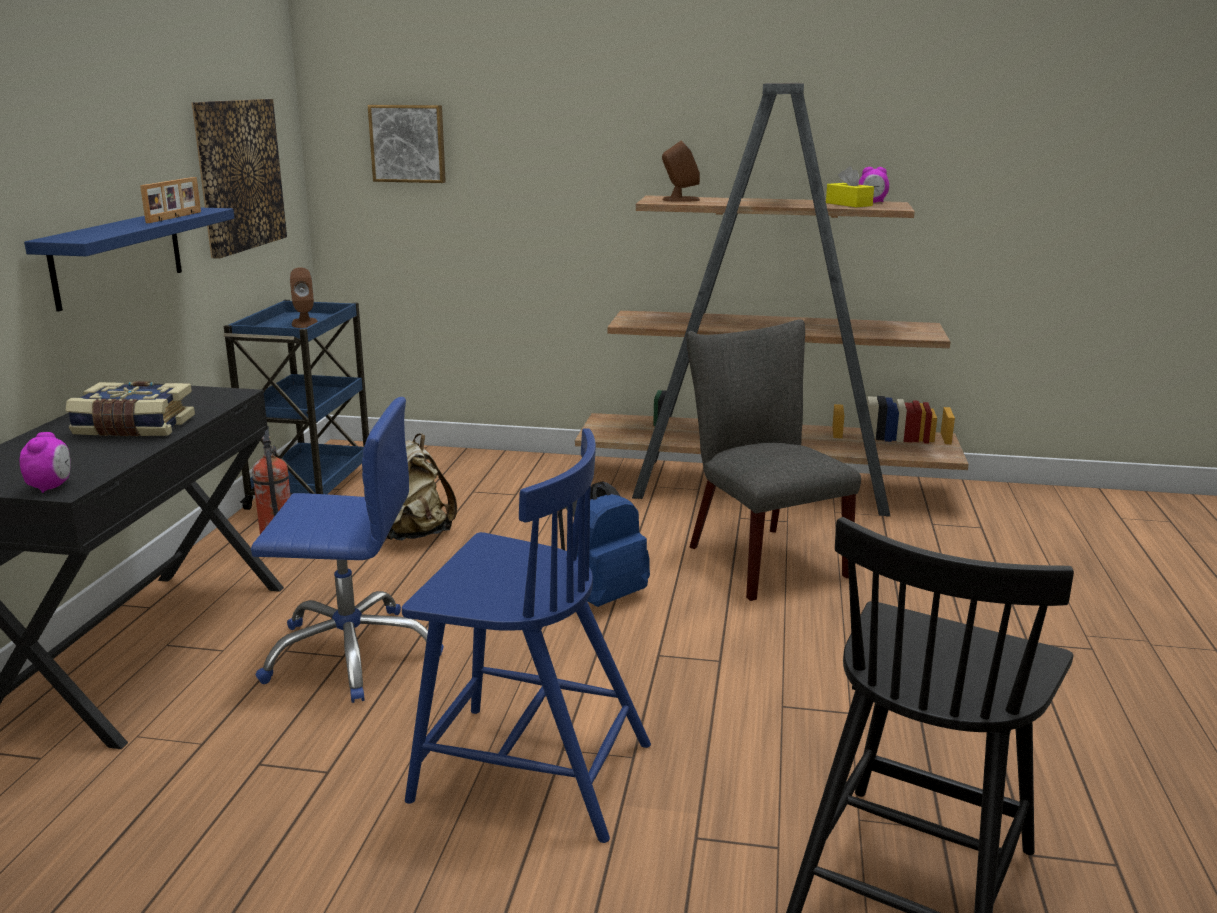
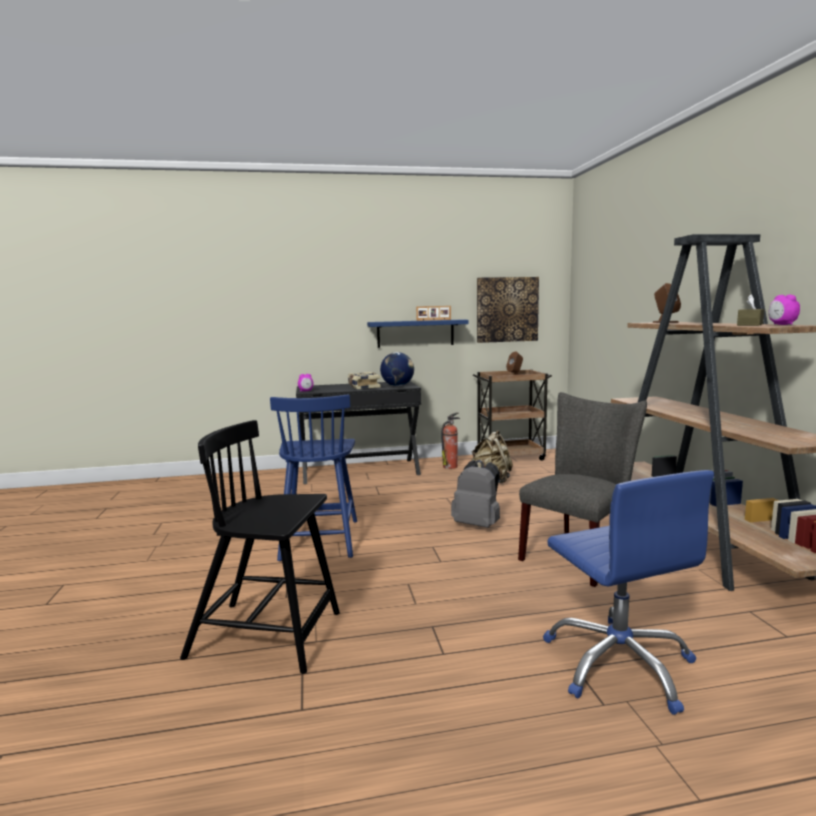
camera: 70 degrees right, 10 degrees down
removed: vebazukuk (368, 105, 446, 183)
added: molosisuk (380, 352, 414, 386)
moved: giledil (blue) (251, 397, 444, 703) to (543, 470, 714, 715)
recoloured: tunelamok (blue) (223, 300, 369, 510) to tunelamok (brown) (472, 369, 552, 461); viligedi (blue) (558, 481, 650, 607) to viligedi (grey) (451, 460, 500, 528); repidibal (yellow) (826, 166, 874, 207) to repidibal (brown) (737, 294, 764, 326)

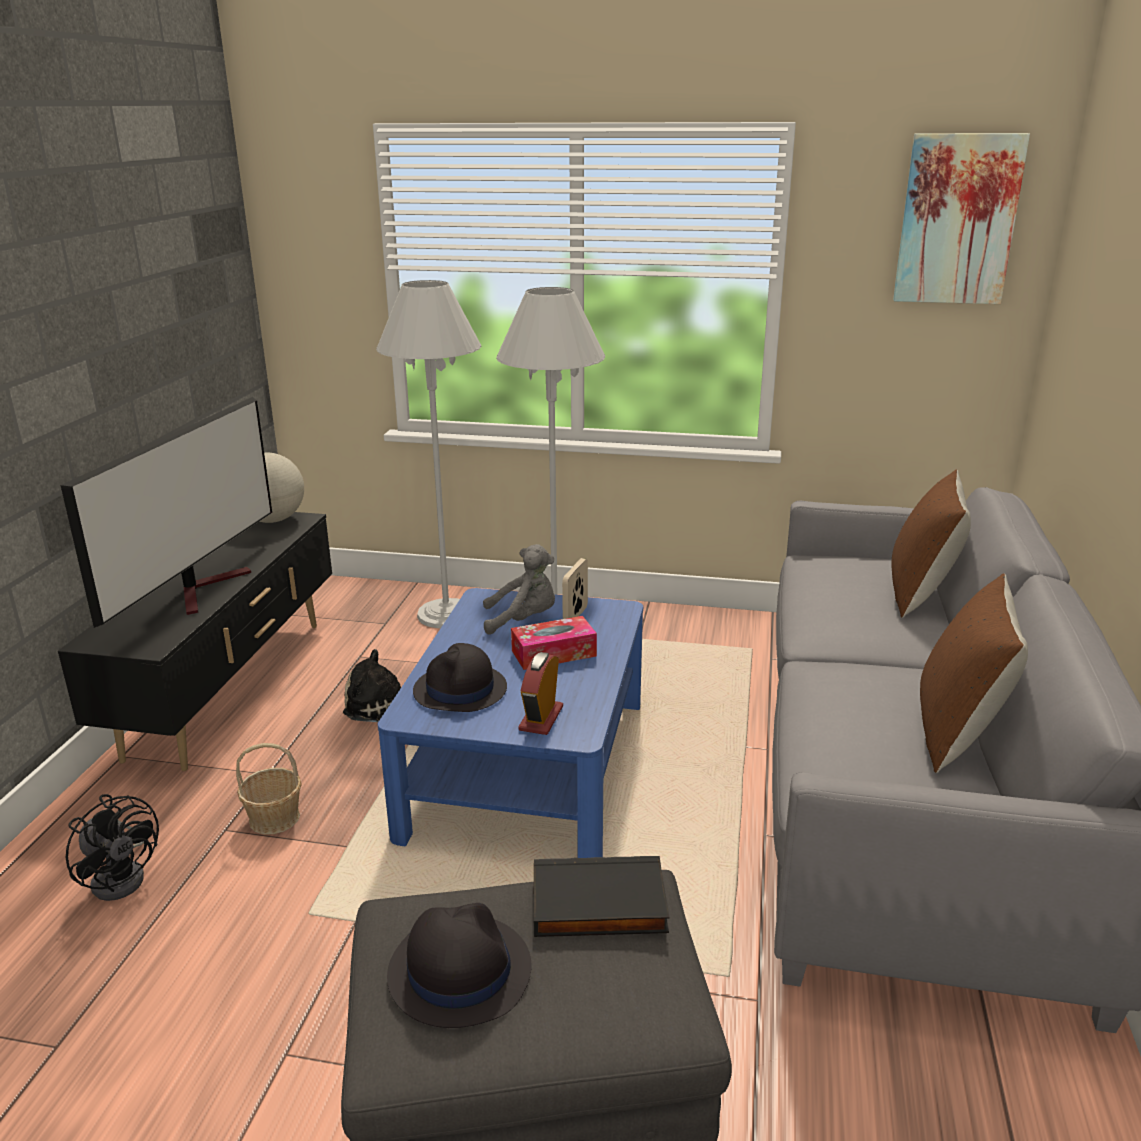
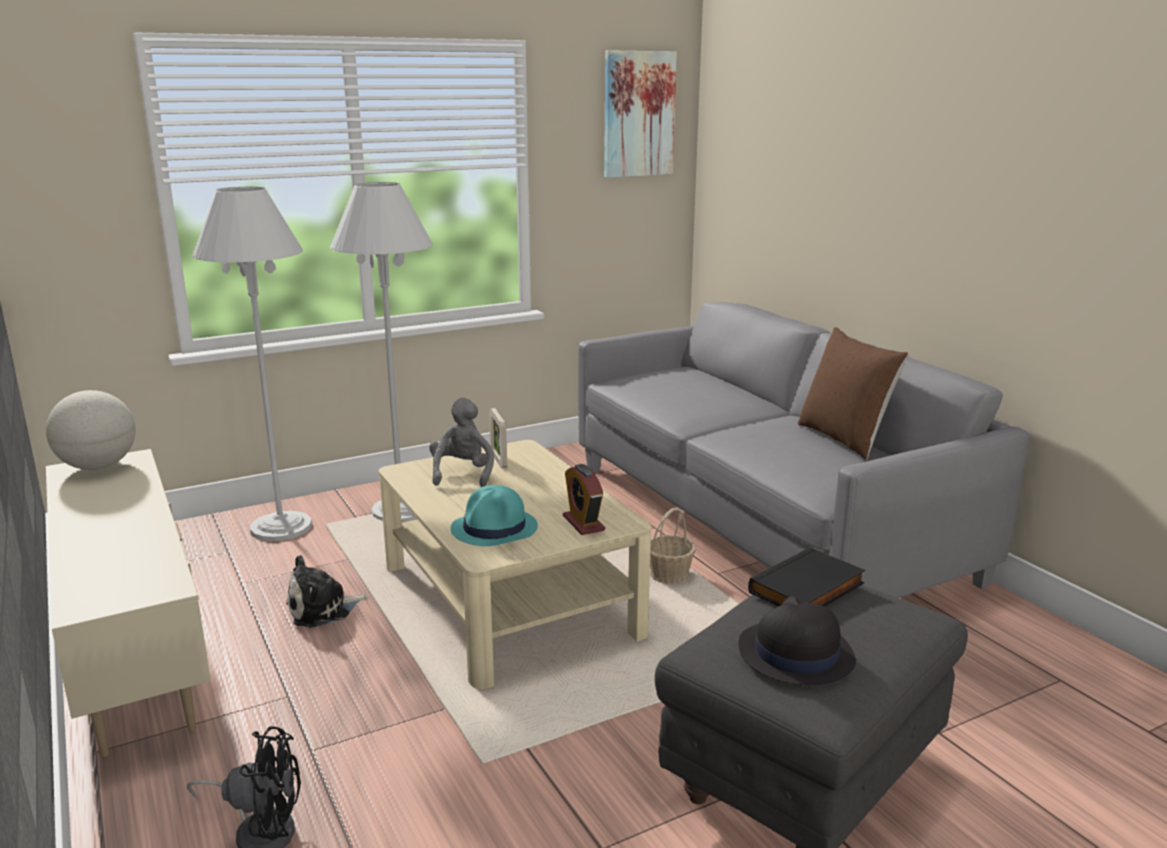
camera: 40 degrees left, 5 degrees down
removed: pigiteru (61, 397, 272, 628); repidibal (511, 616, 597, 670); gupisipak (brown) (891, 470, 971, 618)
moved: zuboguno (236, 743, 302, 835) to (650, 508, 695, 584)
recoloured: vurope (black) (58, 512, 332, 771) to vurope (beige) (46, 449, 211, 757); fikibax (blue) (378, 588, 643, 858) to fikibax (beige) (379, 440, 651, 689); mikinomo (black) (413, 643, 507, 712) to mikinomo (turquoise) (451, 485, 538, 546)
turned: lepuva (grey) (483, 544, 555, 635) = (429, 398, 494, 487) 45 degrees counterclockwise

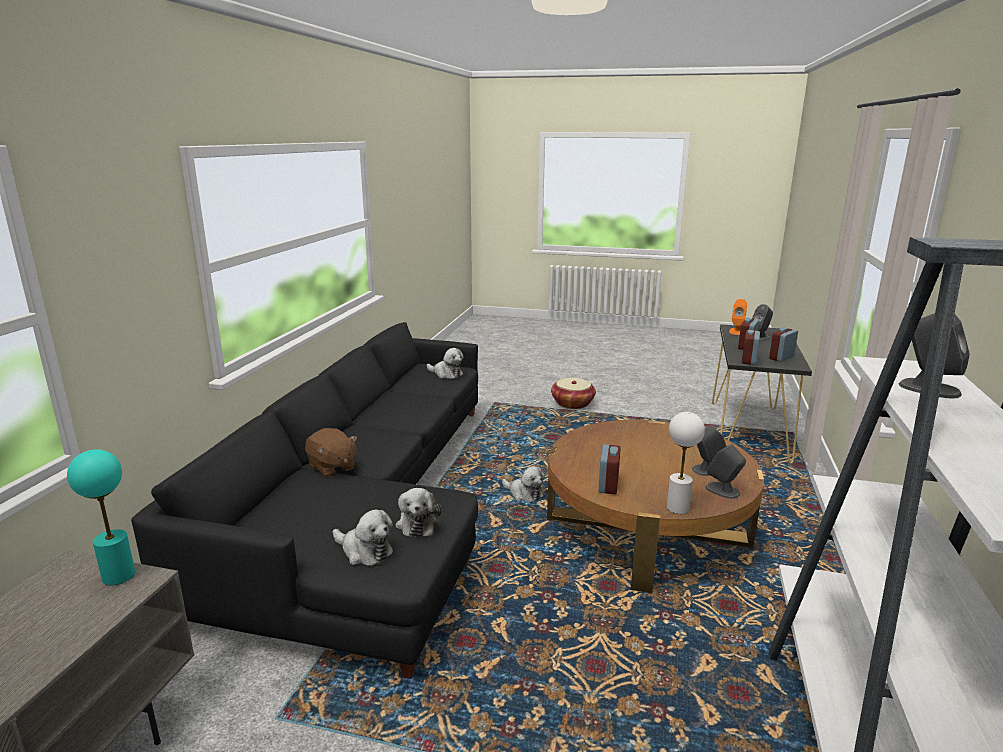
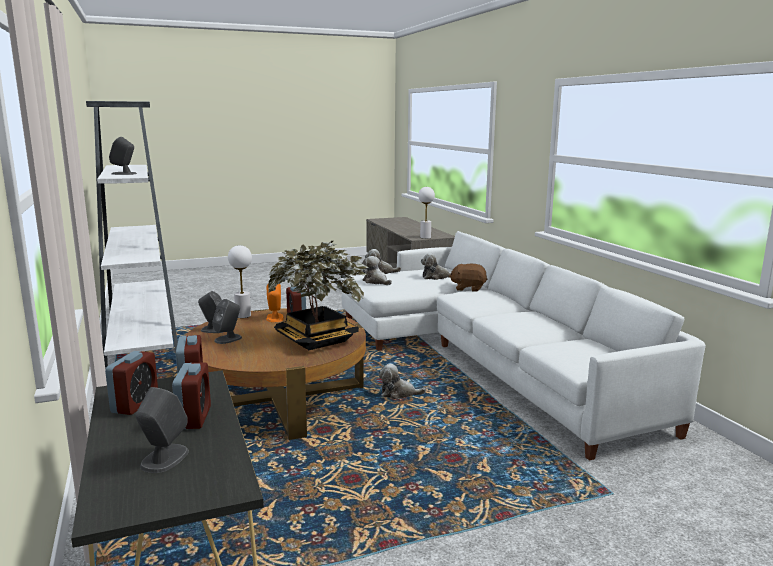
camera: 145 degrees right, 5 degrees down
removed: zuboguno (551, 378, 596, 409)
added: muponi (268, 241, 368, 350)
moved: lepuva (427, 348, 463, 379) to (421, 253, 451, 280); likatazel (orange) (729, 299, 747, 335) to (266, 283, 284, 322)
recoloured: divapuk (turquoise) (67, 450, 135, 585) to divapuk (white) (418, 187, 435, 239); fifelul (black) (131, 322, 478, 679) to fifelul (white) (340, 231, 706, 460)

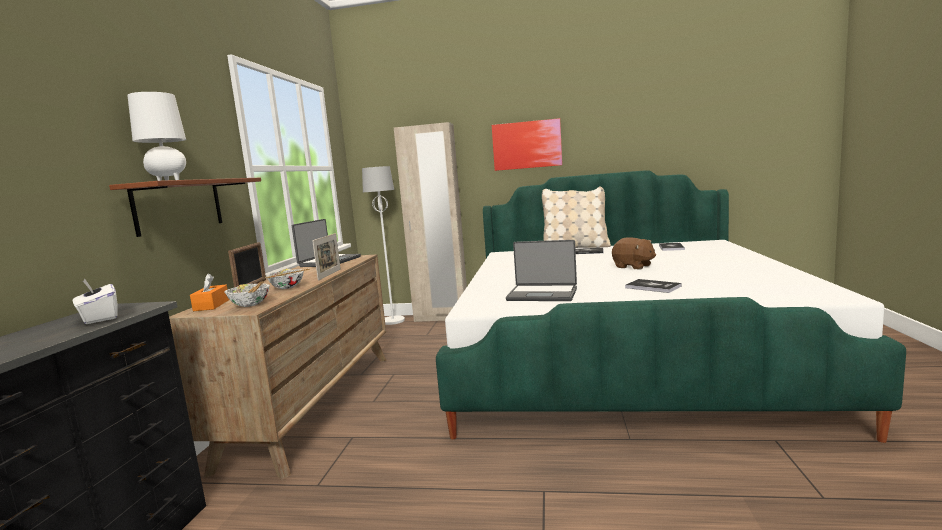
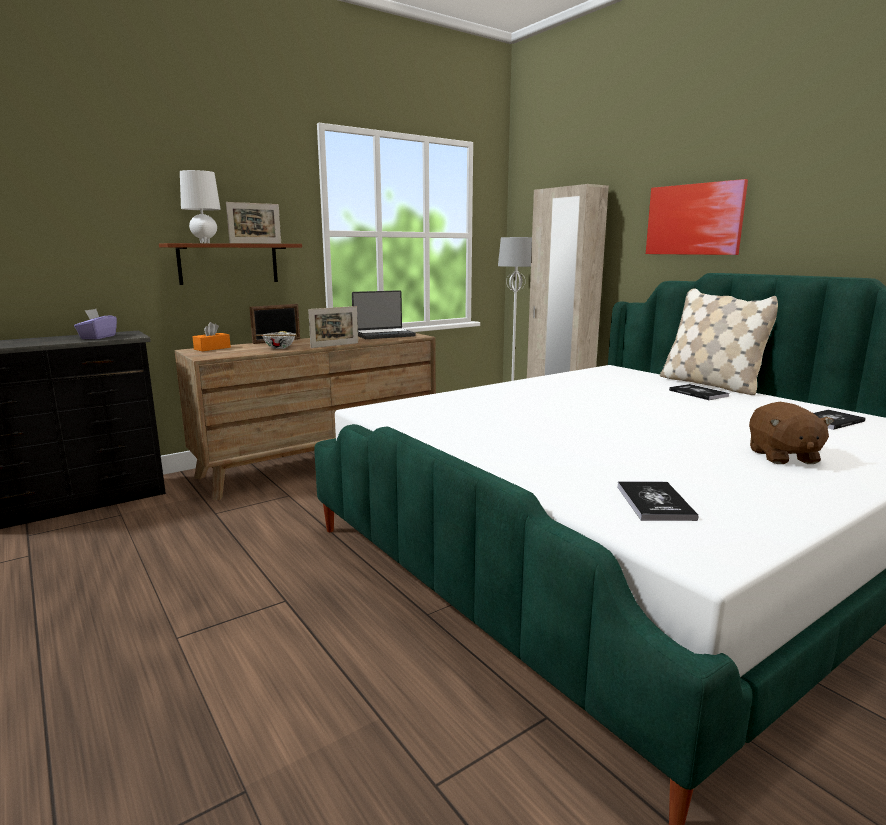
camera: 45 degrees right, 5 degrees up
removed: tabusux (224, 281, 270, 307); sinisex (506, 240, 577, 301)
added: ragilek (226, 202, 281, 243)
moved: lepuva (brown) (612, 237, 656, 270) to (749, 402, 834, 464); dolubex (625, 279, 682, 293) to (617, 481, 698, 521)
recoloured: repidibal (white) (73, 278, 117, 324) to repidibal (purple) (74, 309, 117, 339)

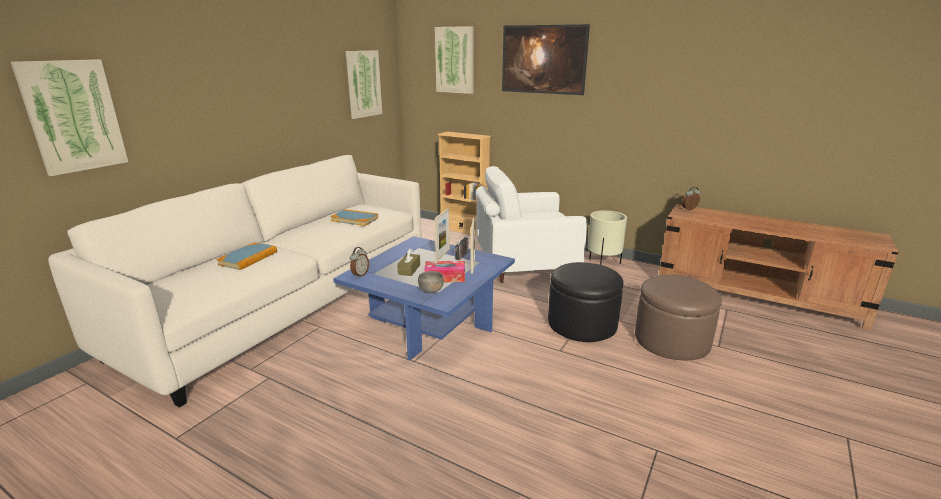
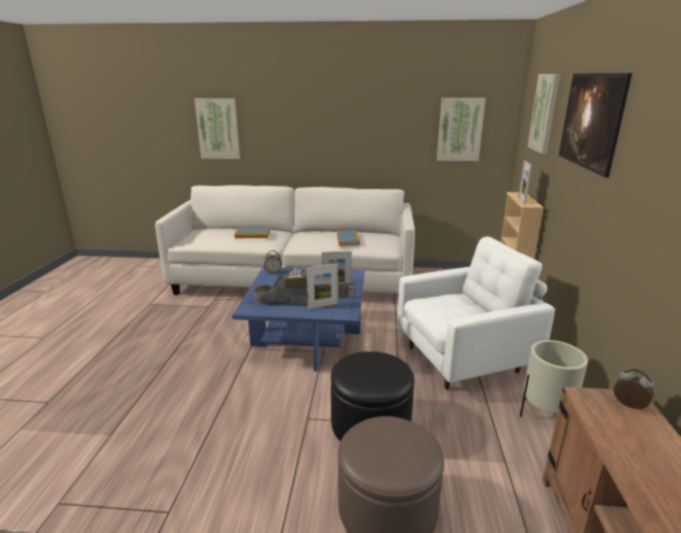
camera: 65 degrees right, 0 degrees up
removed: repidibal (424, 261, 465, 282)
added: ragilek (518, 161, 532, 204)
turned: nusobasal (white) (476, 166, 587, 283) = (397, 237, 555, 390) 105 degrees clockwise

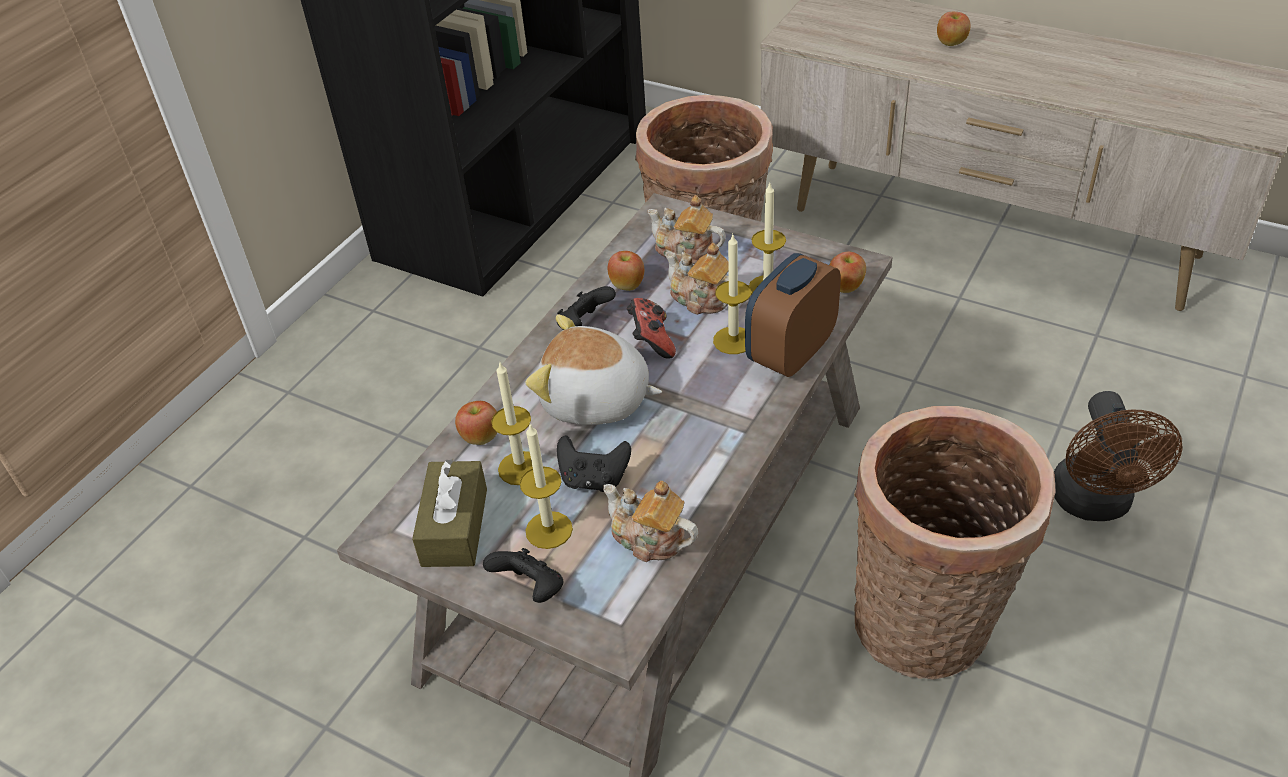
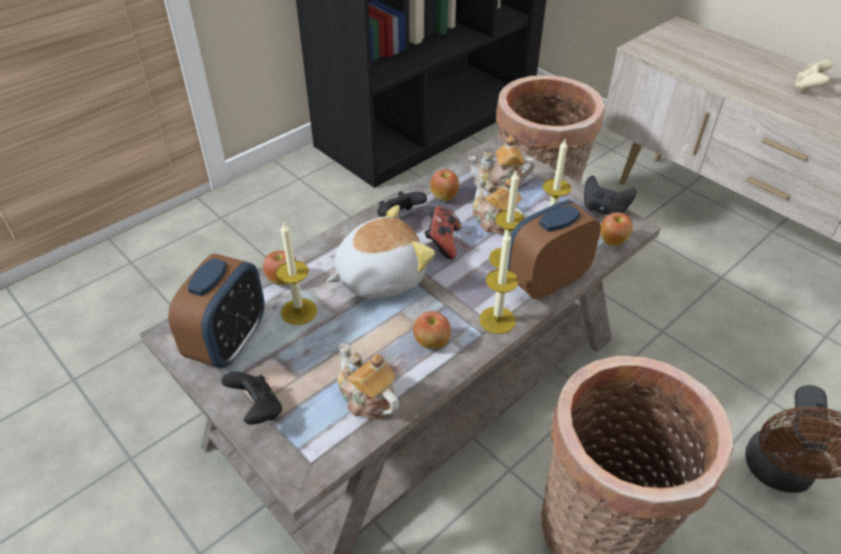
camera: 15 degrees right, 0 degrees up
added: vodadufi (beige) (795, 60, 833, 93)
moved: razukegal (520, 424, 573, 549) to (479, 231, 518, 334); vodadufi (black) (557, 435, 631, 492) to (584, 176, 637, 215); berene (937, 12, 970, 46) to (413, 311, 451, 348)
replaced: repidibal (brown) (412, 459, 487, 567) to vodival (168, 254, 264, 368)
turned: lepuva (526, 315, 662, 425) = (327, 205, 435, 298) 120 degrees clockwise; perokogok (648, 195, 726, 264) = (468, 136, 535, 191) 45 degrees counterclockwise

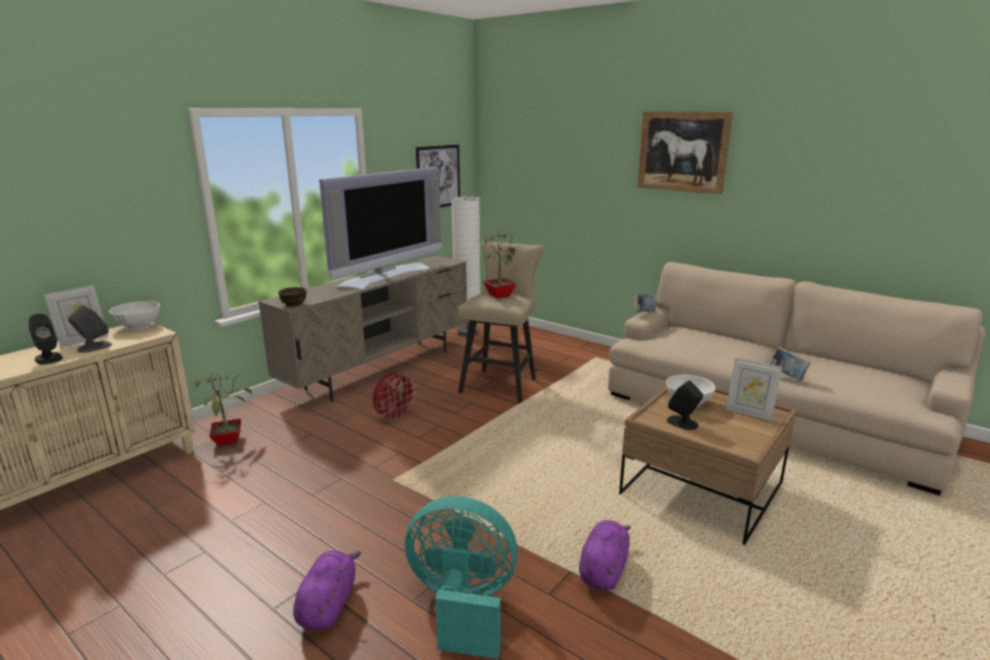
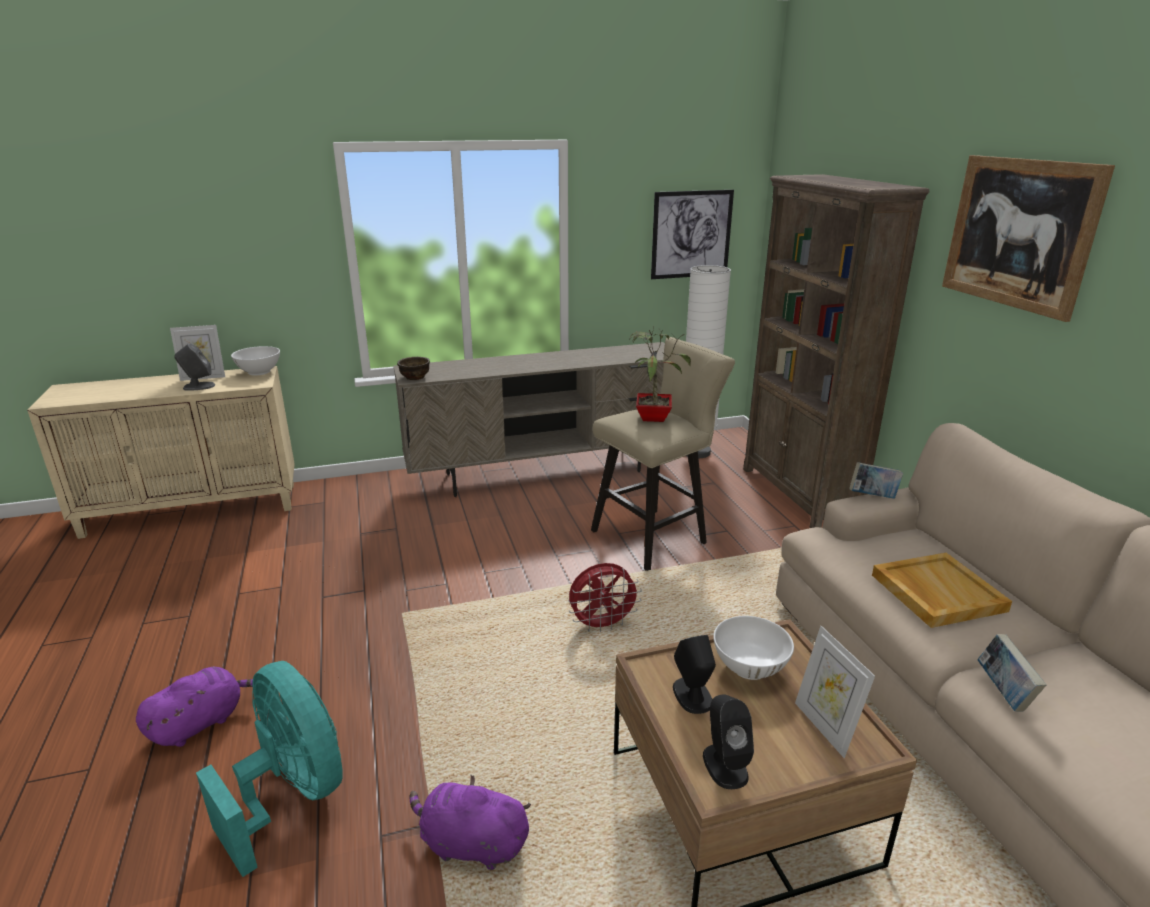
camera: 35 degrees right, 5 degrees up
removed: muponi (193, 372, 252, 446); pigiteru (319, 167, 441, 290)
added: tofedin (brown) (743, 174, 929, 528); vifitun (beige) (872, 553, 1012, 628)
moved: likatazel (black) (29, 314, 63, 364) to (703, 694, 754, 789); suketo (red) (373, 372, 416, 421) to (568, 563, 642, 633)
turned: lepuva (purple) (579, 520, 631, 590) = (409, 775, 531, 870) 135 degrees counterclockwise

